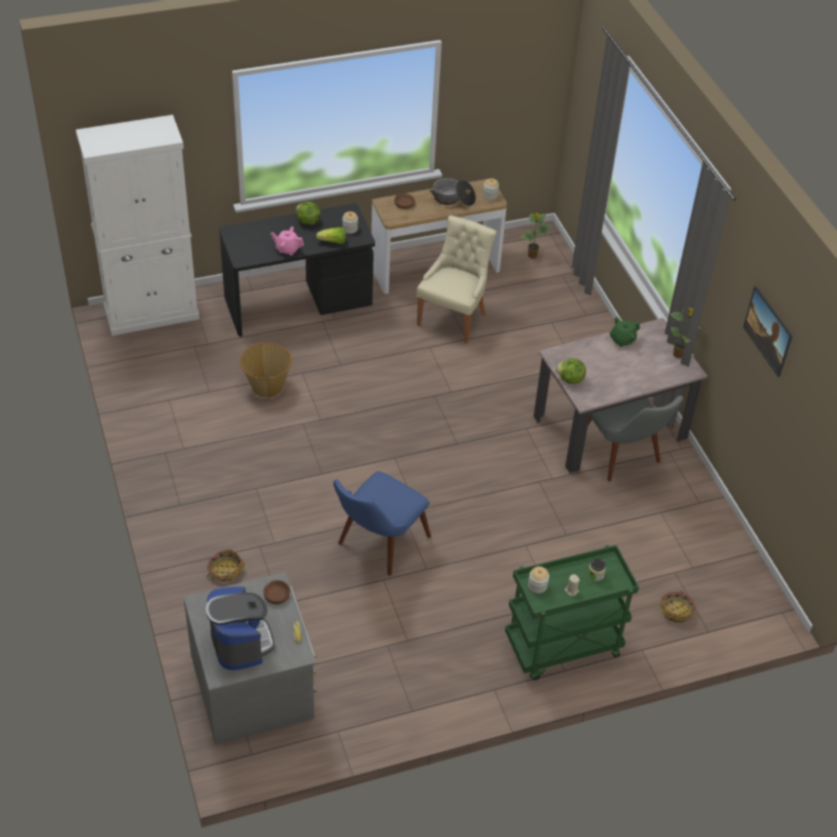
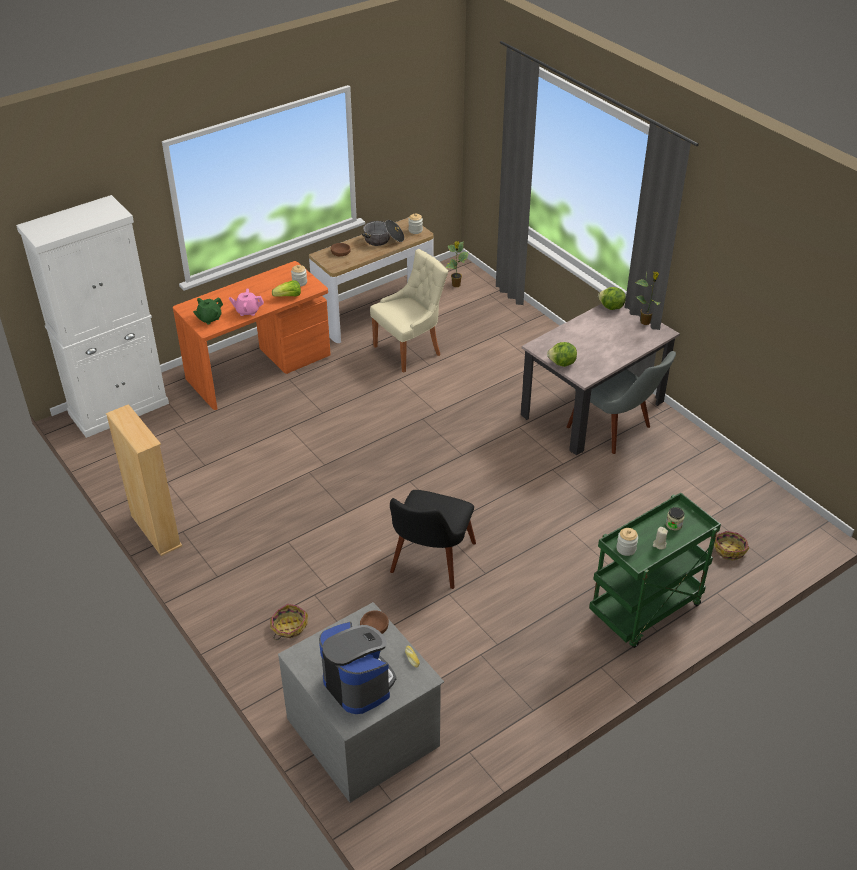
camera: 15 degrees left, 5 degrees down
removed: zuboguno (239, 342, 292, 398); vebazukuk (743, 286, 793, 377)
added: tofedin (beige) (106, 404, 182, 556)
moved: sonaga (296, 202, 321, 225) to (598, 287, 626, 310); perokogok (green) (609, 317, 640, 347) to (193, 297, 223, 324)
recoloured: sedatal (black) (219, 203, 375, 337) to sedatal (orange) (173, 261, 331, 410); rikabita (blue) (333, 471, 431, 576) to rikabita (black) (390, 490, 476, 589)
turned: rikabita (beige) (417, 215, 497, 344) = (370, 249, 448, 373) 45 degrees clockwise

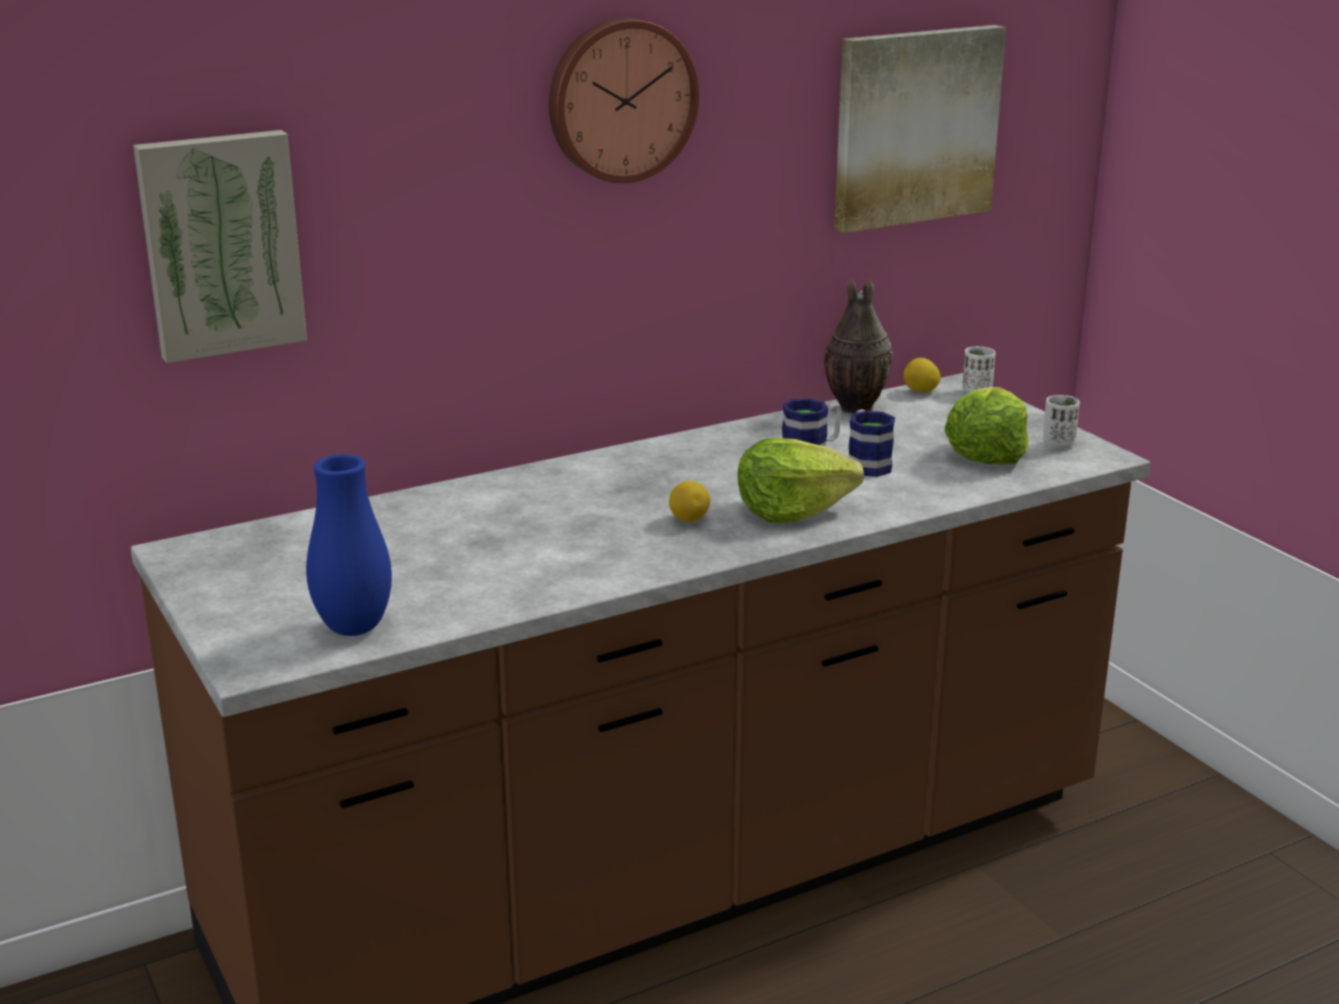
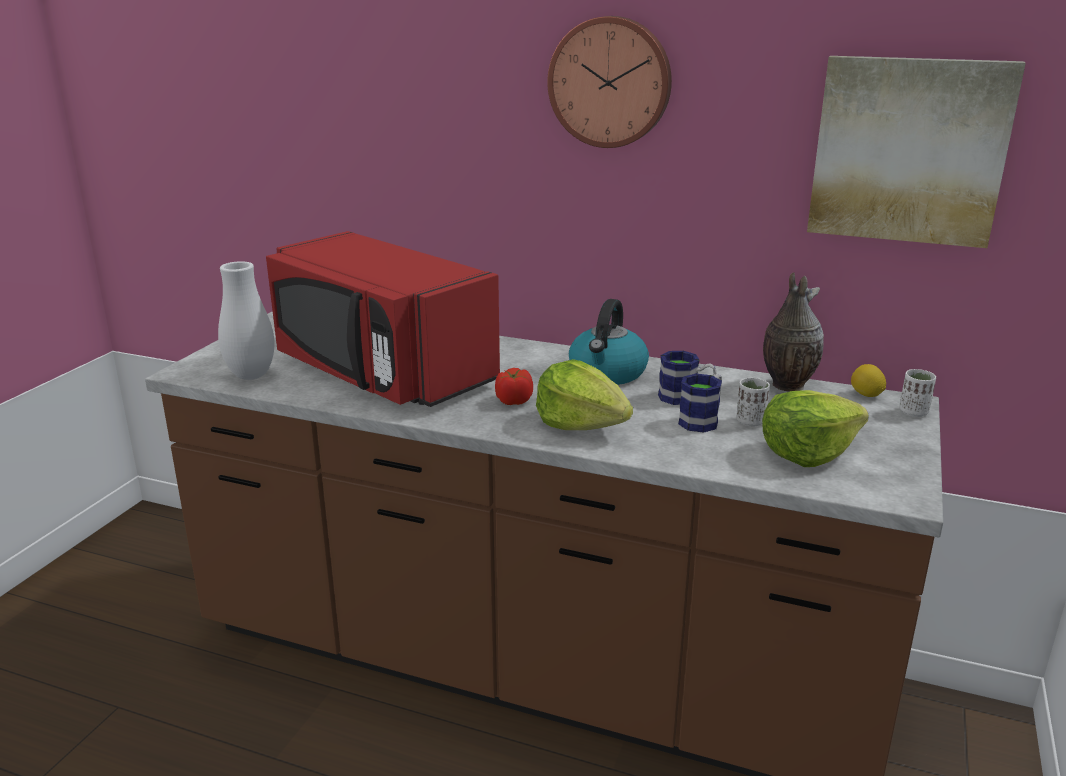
camera: 50 degrees right, 0 degrees up
removed: vebazukuk (133, 130, 307, 363)
added: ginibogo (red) (266, 231, 500, 407); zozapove (569, 299, 649, 385)
moved: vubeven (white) (1043, 395, 1080, 448) to (736, 378, 770, 426)
replaced: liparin (669, 481, 710, 522) to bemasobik (495, 368, 533, 405)
recoloured: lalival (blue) (306, 454, 392, 636) to lalival (white) (218, 261, 275, 380)

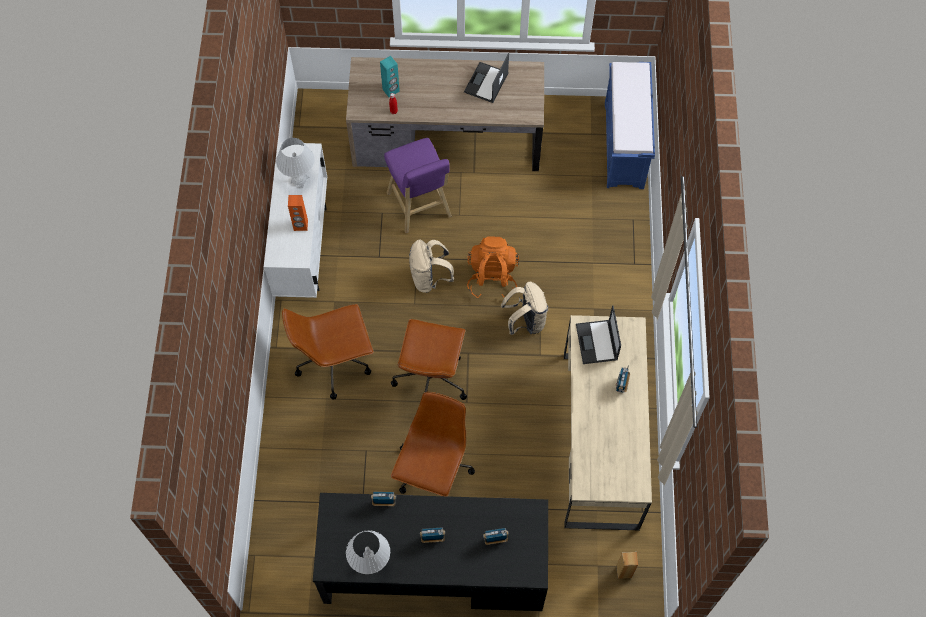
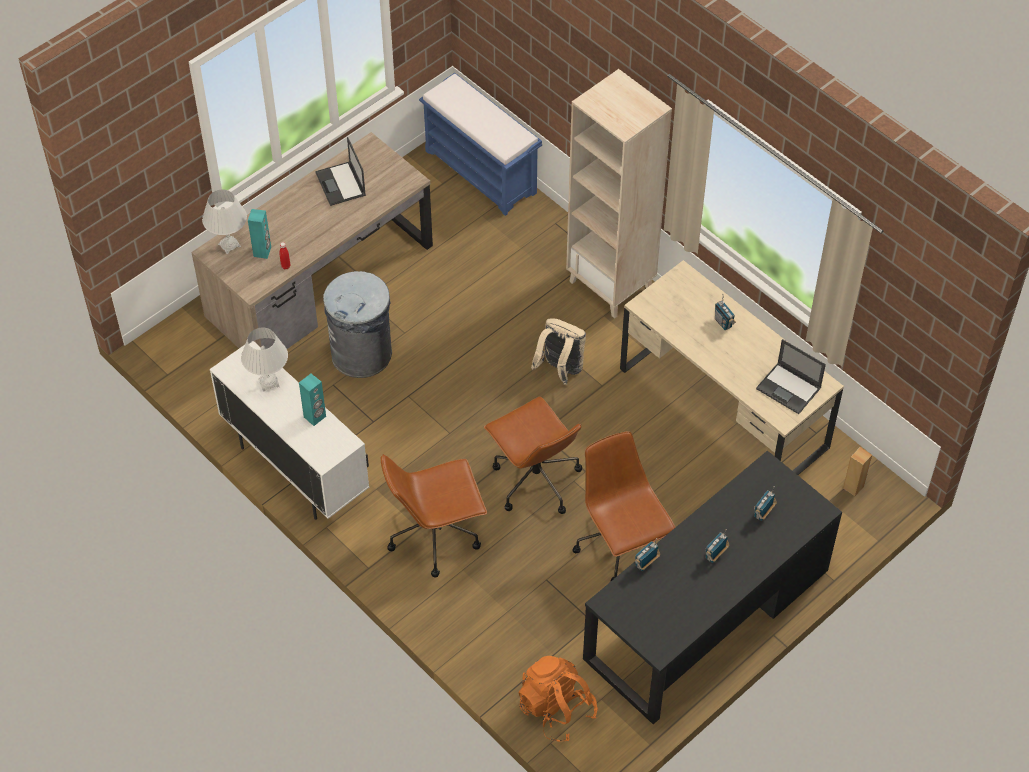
camera: 45 degrees left, 10 degrees down
removed: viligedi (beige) (409, 240, 454, 293)
added: tofedin (beige) (566, 69, 672, 319)
moved: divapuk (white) (346, 530, 390, 574) to (202, 189, 247, 254); viligedi (orange) (467, 236, 519, 298) to (518, 656, 598, 742); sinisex (576, 305, 621, 364) to (756, 339, 826, 414)
replaced: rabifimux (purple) (384, 138, 452, 233) to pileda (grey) (323, 271, 392, 378)
recoloured: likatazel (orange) (288, 195, 308, 231) to likatazel (turquoise) (299, 374, 326, 426)
turned: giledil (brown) (282, 304, 374, 400) = (381, 454, 487, 577) 45 degrees clockwise

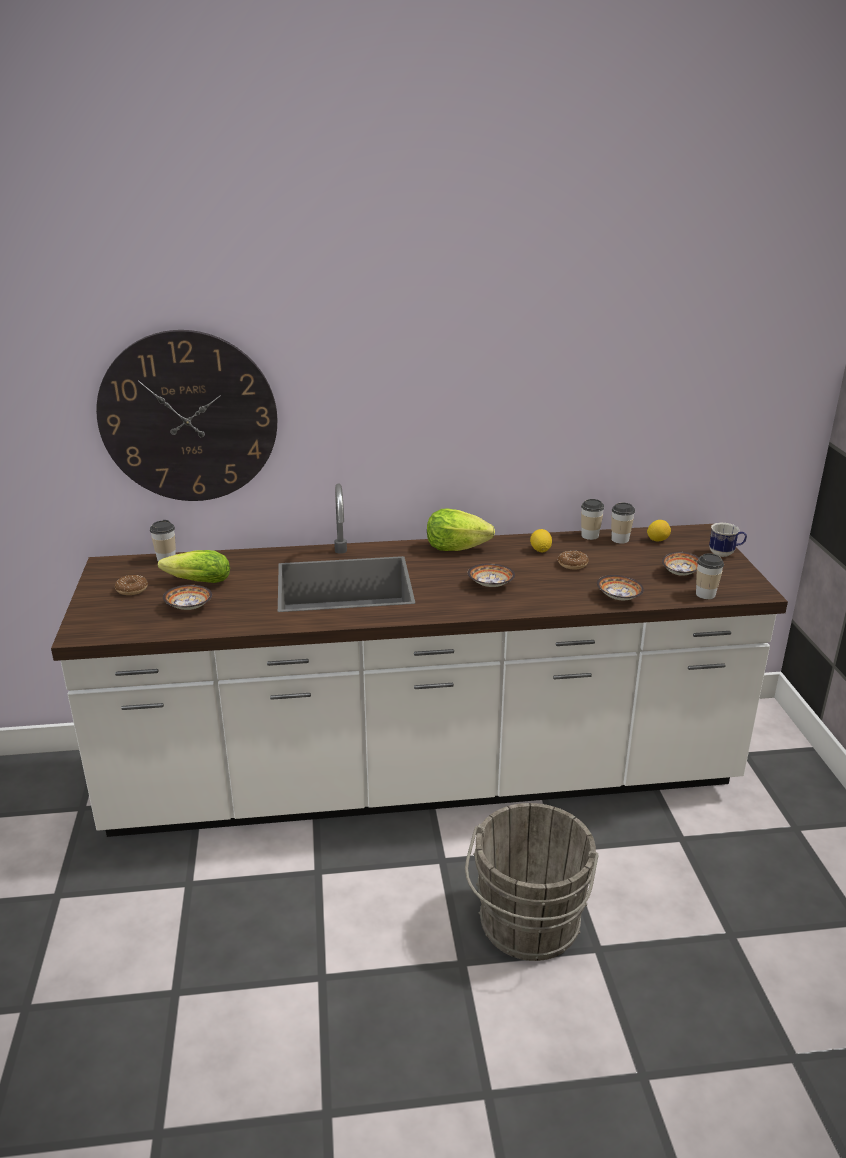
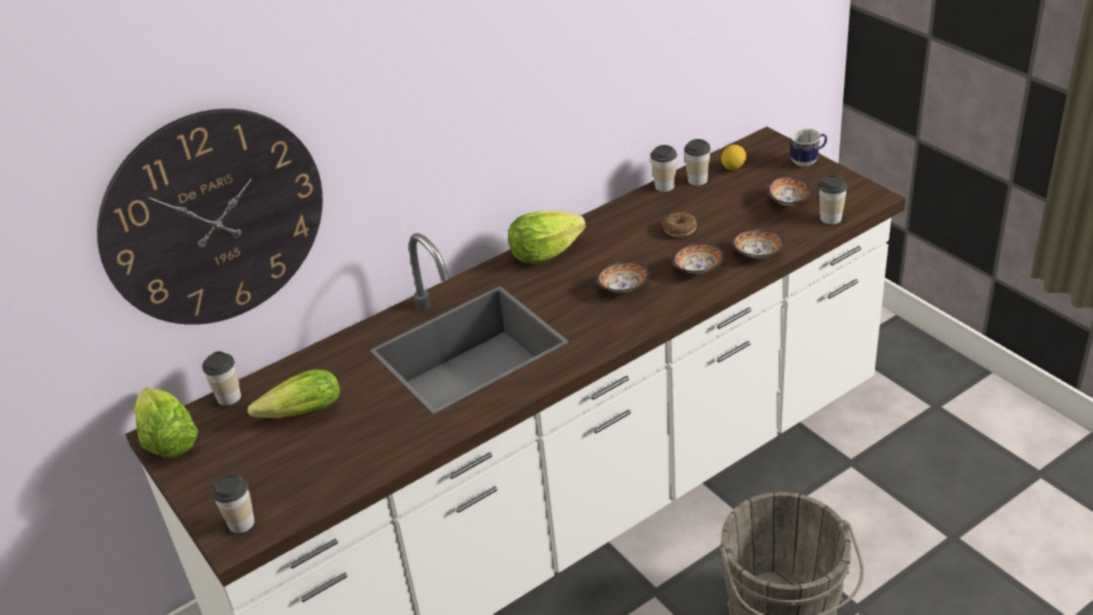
camera: 25 degrees left, 10 degrees up
removed: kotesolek (115, 575, 148, 595); liparin (530, 529, 552, 552)
added: sonaga (134, 388, 198, 458); vubeven (212, 474, 255, 533)
moved: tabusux (163, 585, 212, 610) to (672, 243, 725, 274)

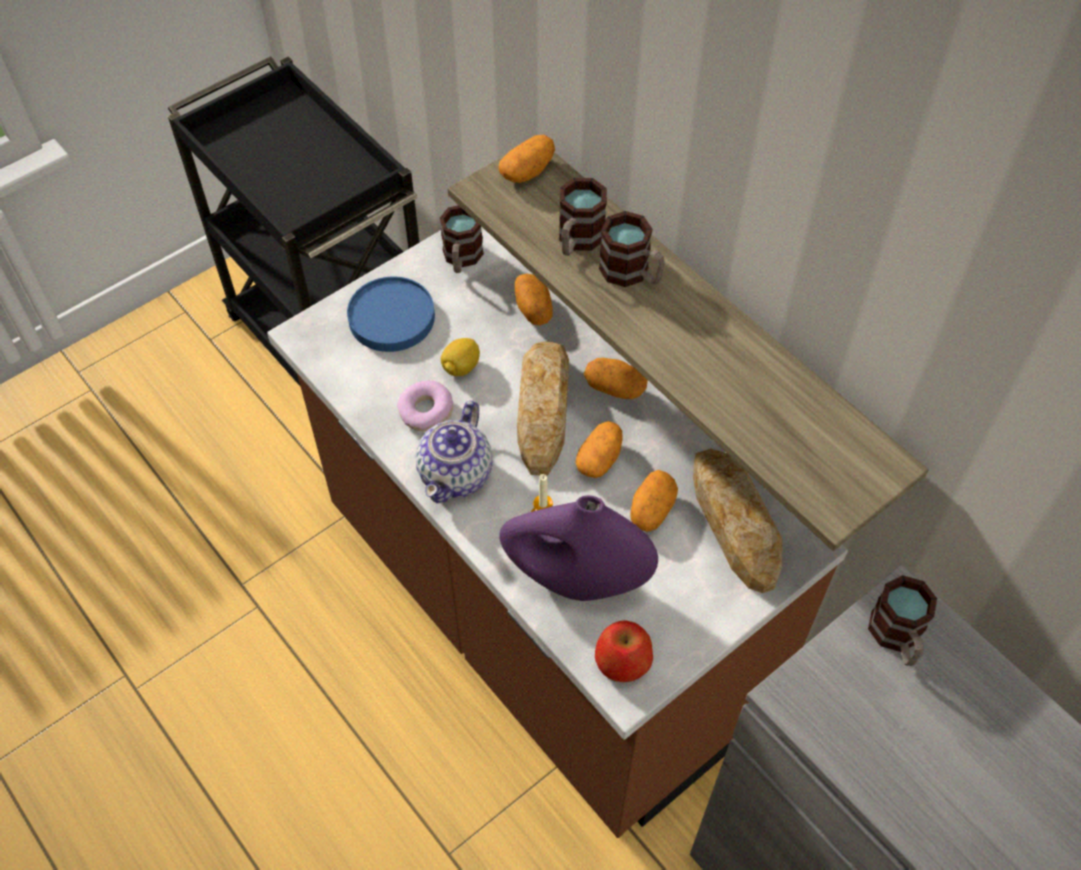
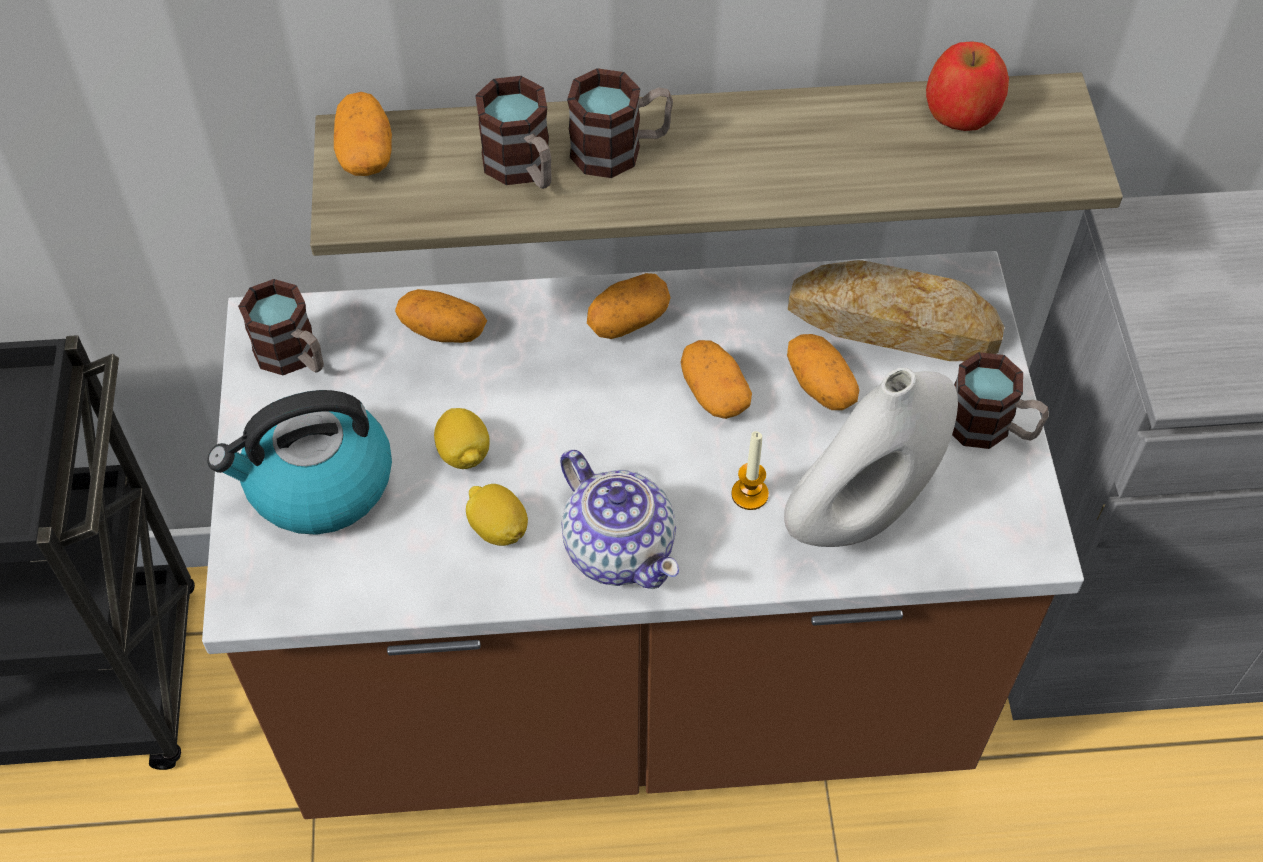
camera: 55 degrees left, 0 degrees up
removed: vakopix (517, 342, 569, 476)
moved: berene (595, 620, 653, 682) to (926, 41, 1009, 131); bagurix (868, 575, 937, 666) to (952, 352, 1049, 449)
replaced: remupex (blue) (347, 277, 435, 352) to zozapove (207, 390, 392, 535); kotesolek (397, 380, 453, 431) to liparin (466, 484, 528, 546)
recoloured: lalival (purple) (499, 495, 658, 601) to lalival (white) (784, 368, 958, 547)

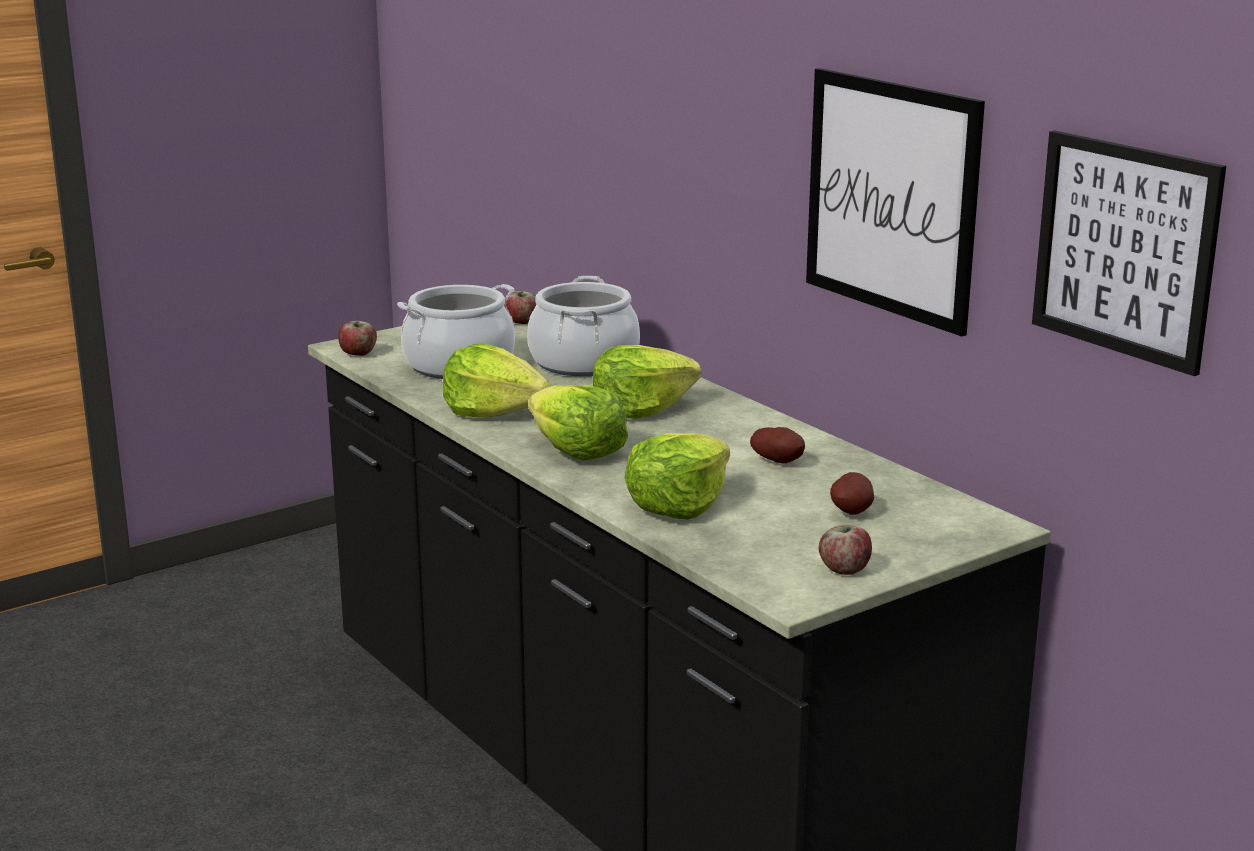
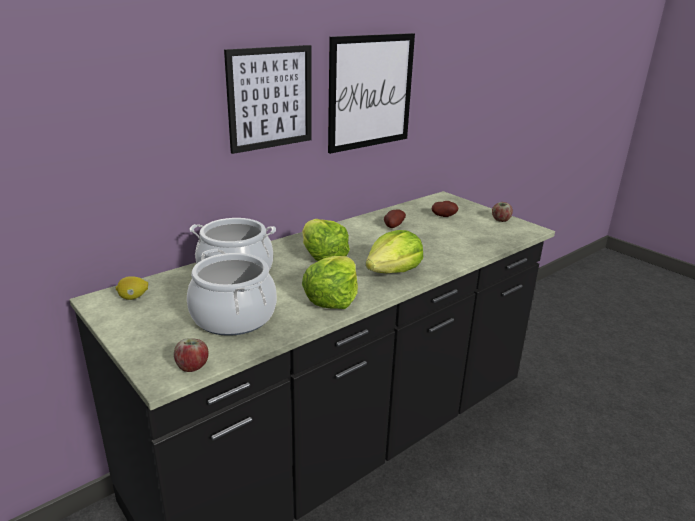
camera: 95 degrees left, 5 degrees up
removed: sonaga (625, 433, 730, 520)
moved: vebazukuk (1032, 131, 1226, 376) to (224, 45, 312, 154)
replaced: berene (506, 291, 537, 324) to liparin (116, 276, 148, 300)

